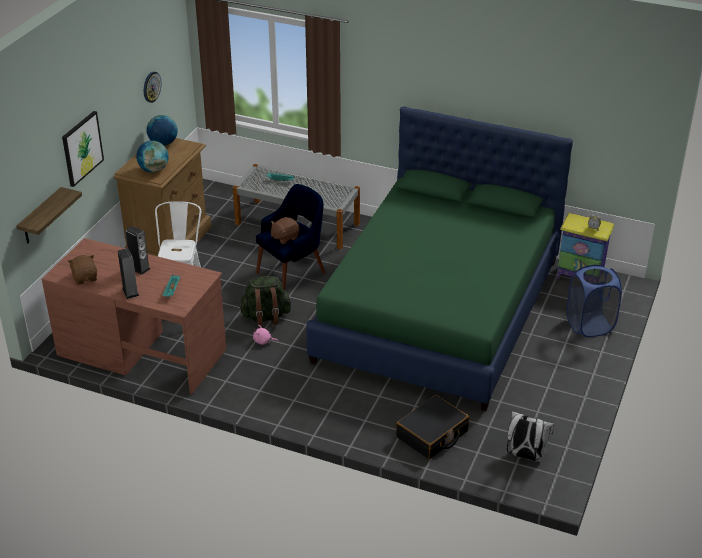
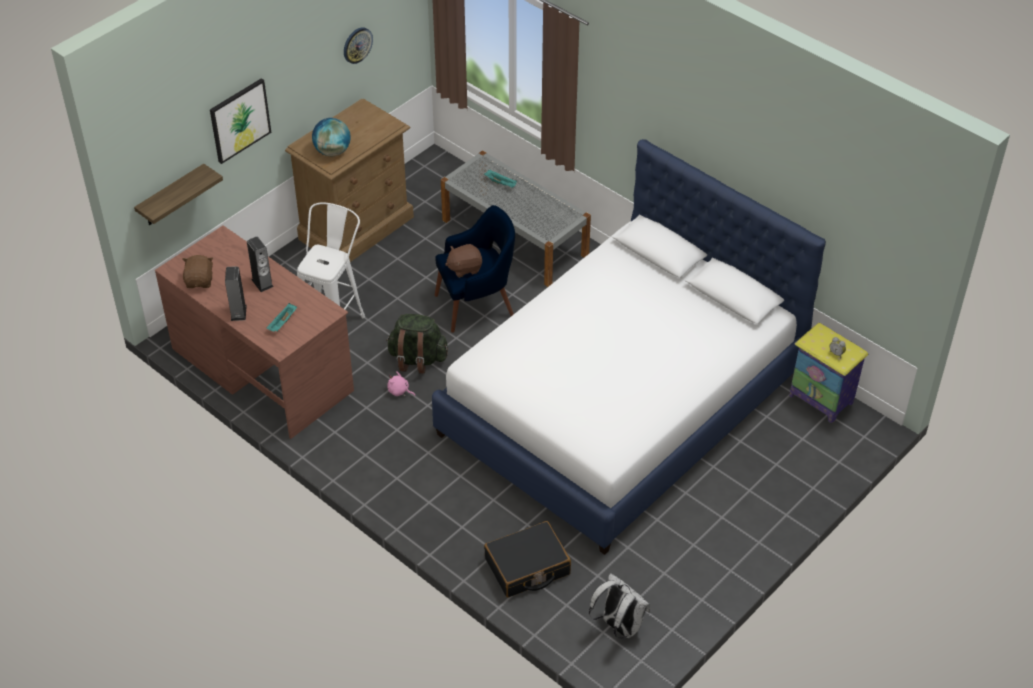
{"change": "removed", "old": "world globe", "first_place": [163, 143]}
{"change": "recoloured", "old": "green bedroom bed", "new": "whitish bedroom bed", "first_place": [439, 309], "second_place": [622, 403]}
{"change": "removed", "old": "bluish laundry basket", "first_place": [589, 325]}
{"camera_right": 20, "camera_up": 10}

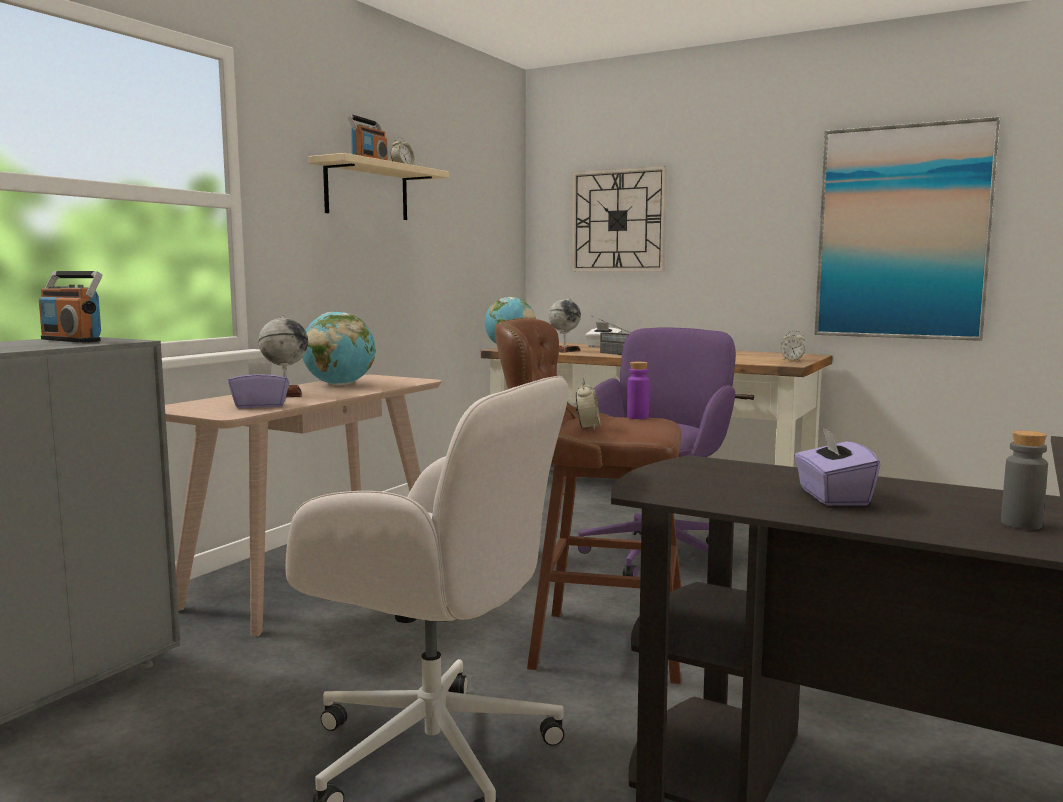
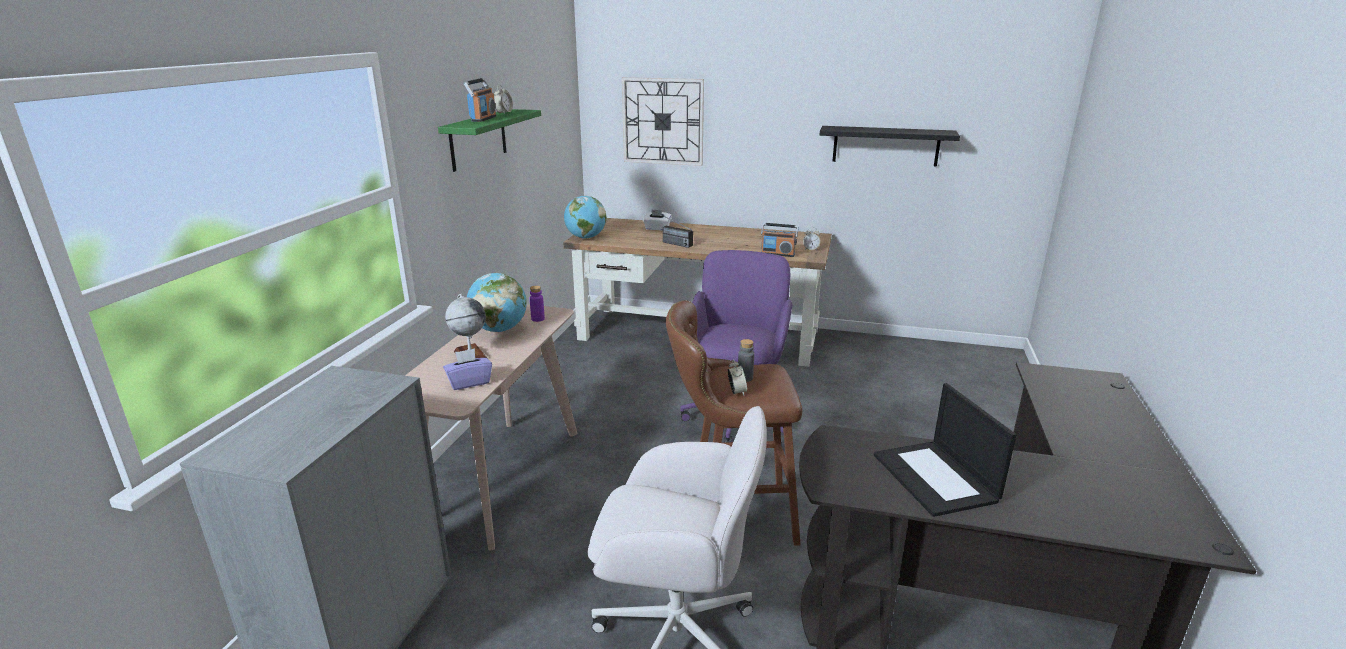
{"change": "moved", "old": "radio set", "first_place": [72, 340], "second_place": [778, 254]}
{"change": "recoloured", "old": "beige wall shelf", "new": "green wall shelf", "first_place": [367, 191], "second_place": [478, 139]}
{"change": "removed", "old": "world globe", "first_place": [564, 350]}
{"change": "moved", "old": "purple beverage bottle", "first_place": [637, 417], "second_place": [538, 319]}
{"change": "replaced", "old": "purple tissue holder", "new": "laptop", "first_place": [832, 497], "second_place": [936, 478]}
{"change": "replaced", "old": "picture", "new": "blackish wall shelf", "first_place": [902, 233], "second_place": [885, 146]}
{"change": "moved", "old": "greyish beverage bottle", "first_place": [1021, 524], "second_place": [745, 378]}
{"camera_right": -15, "camera_up": 15}

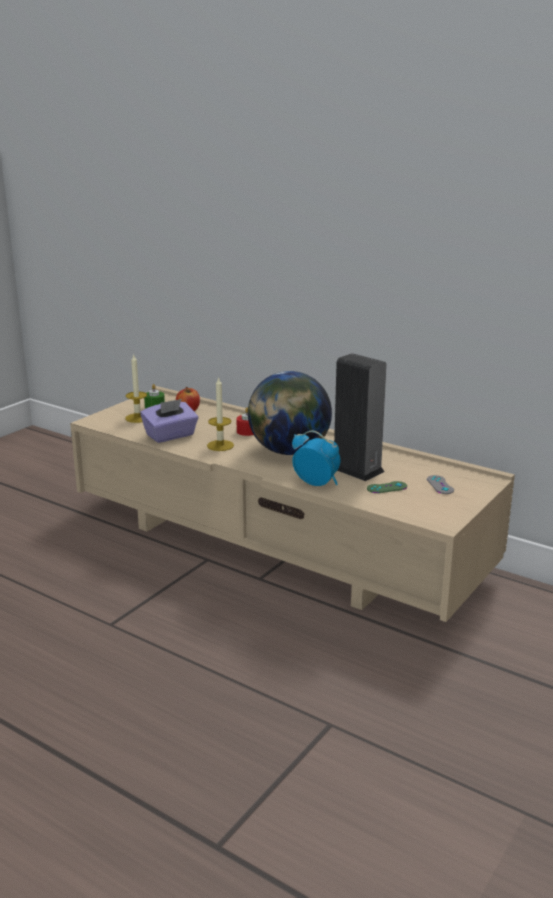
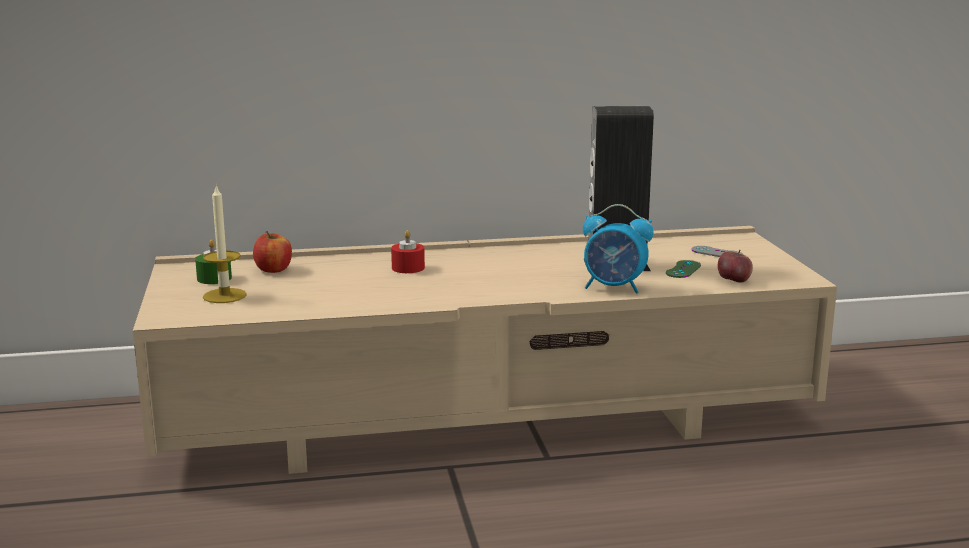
{"change": "removed", "old": "purple tissue holder", "first_place": [170, 436]}
{"change": "removed", "old": "wax light", "first_place": [220, 445]}
{"change": "removed", "old": "world globe", "first_place": [289, 451]}
{"change": "turned", "old": "bedside clock", "first_place": [316, 483], "second_place": [614, 288], "degrees": -150}
{"change": "added", "new": "apple fruit", "second_place": [733, 280]}
{"camera_right": -45, "camera_up": -5}

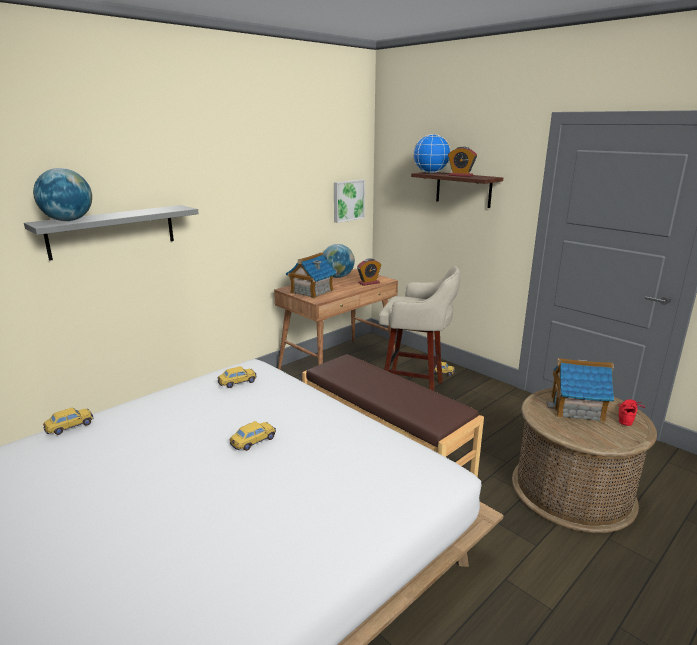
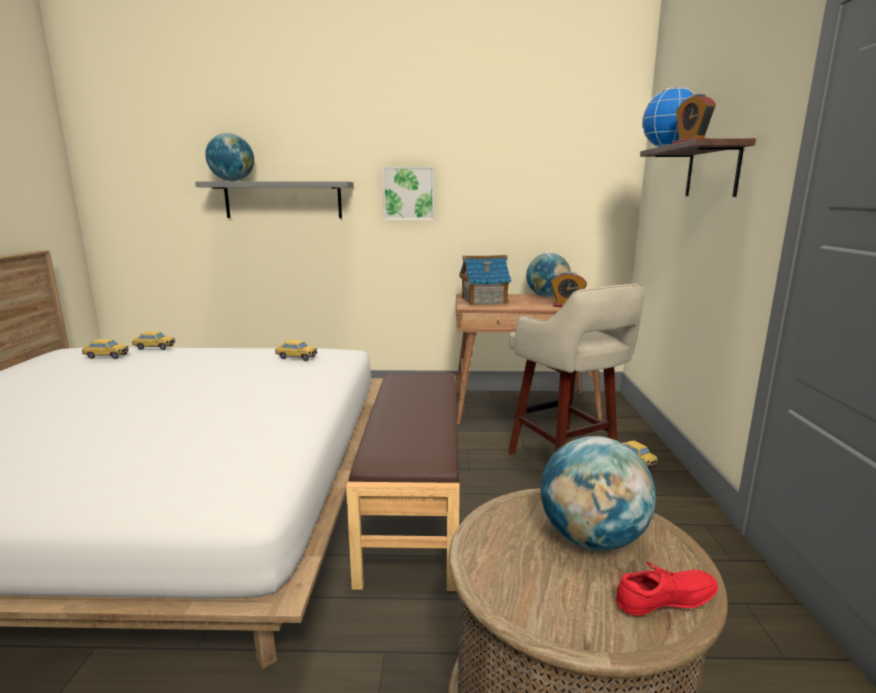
{"change": "moved", "old": "toy car", "first_place": [253, 442], "second_place": [106, 356]}
{"change": "moved", "old": "picture", "first_place": [348, 200], "second_place": [409, 193]}
{"change": "replaced", "old": "miniature house", "new": "world globe", "first_place": [577, 408], "second_place": [591, 539]}
{"camera_right": 45, "camera_up": -5}

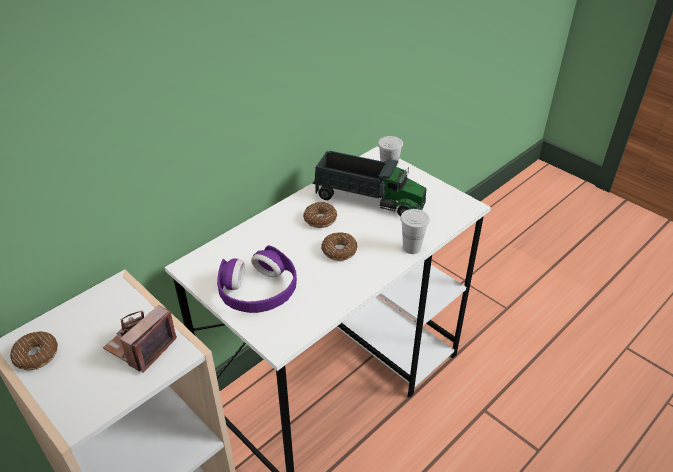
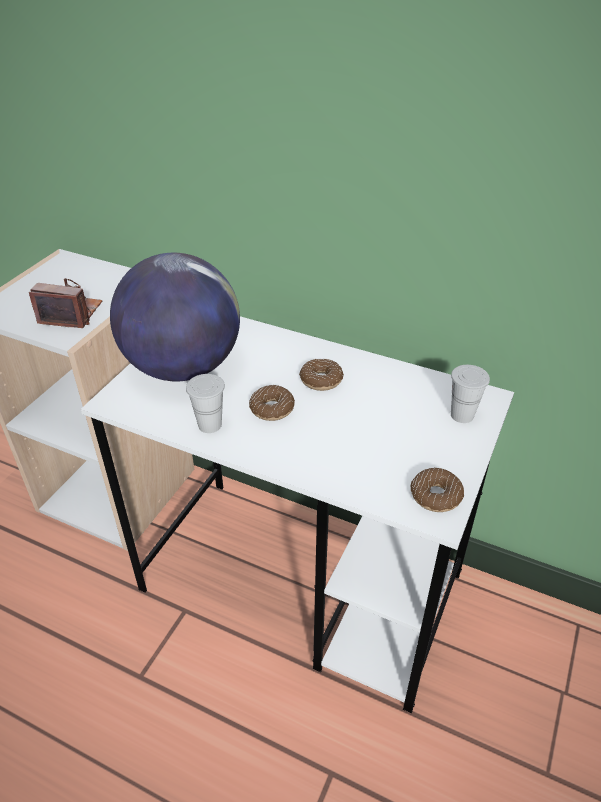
{"change": "moved", "old": "donut", "first_place": [36, 355], "second_place": [436, 495]}
{"change": "replaced", "old": "purple headphones", "new": "world globe", "first_place": [258, 290], "second_place": [183, 367]}
{"change": "removed", "old": "toy lorry", "first_place": [368, 199]}
{"change": "moved", "old": "whitish small cup", "first_place": [411, 248], "second_place": [210, 425]}
{"camera_right": 70, "camera_up": 0}

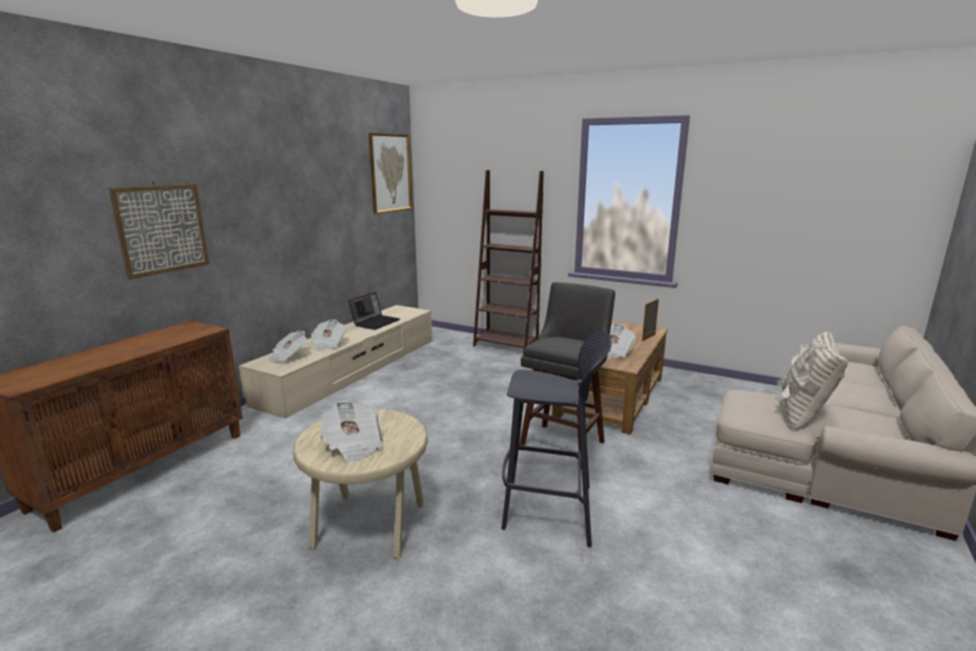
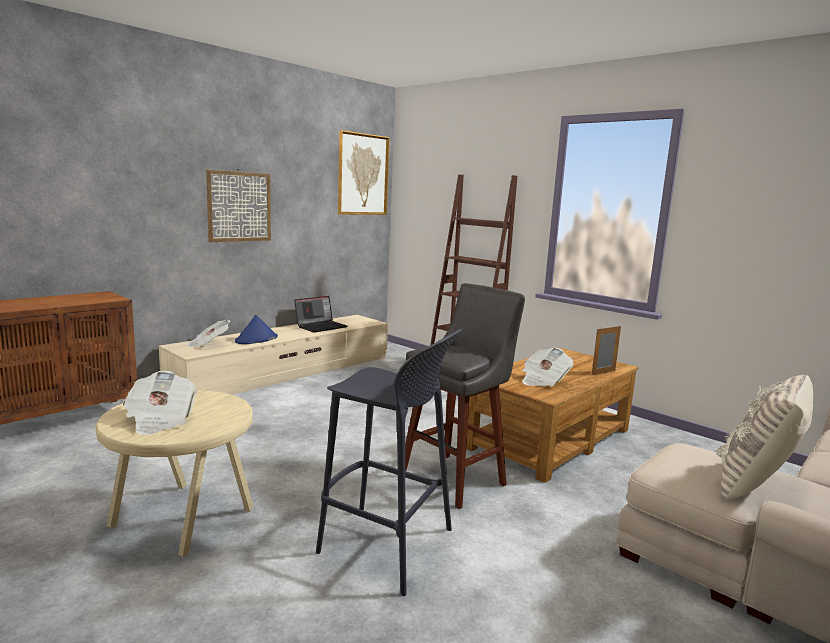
{"change": "moved", "old": "picture", "first_place": [162, 227], "second_place": [239, 205]}
{"change": "replaced", "old": "daily paper", "new": "bluish hat", "first_place": [328, 345], "second_place": [256, 339]}
{"camera_right": 15, "camera_up": -5}

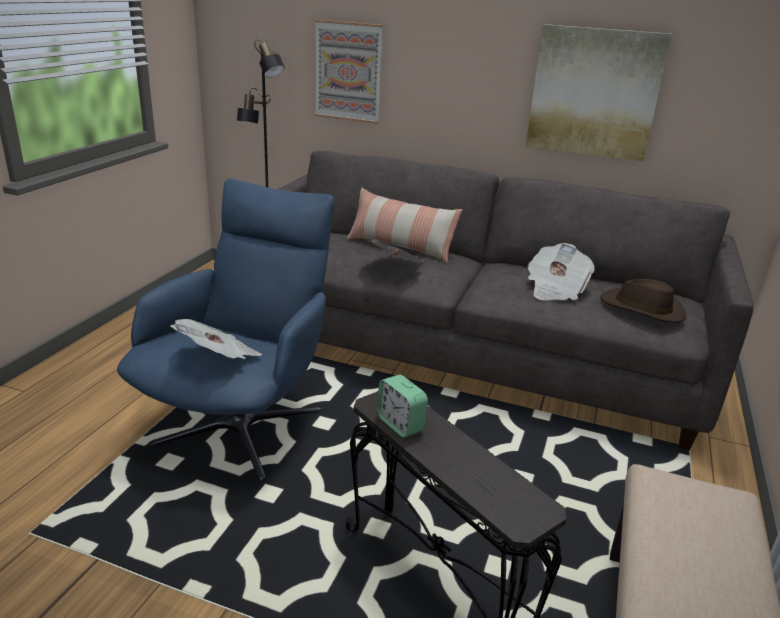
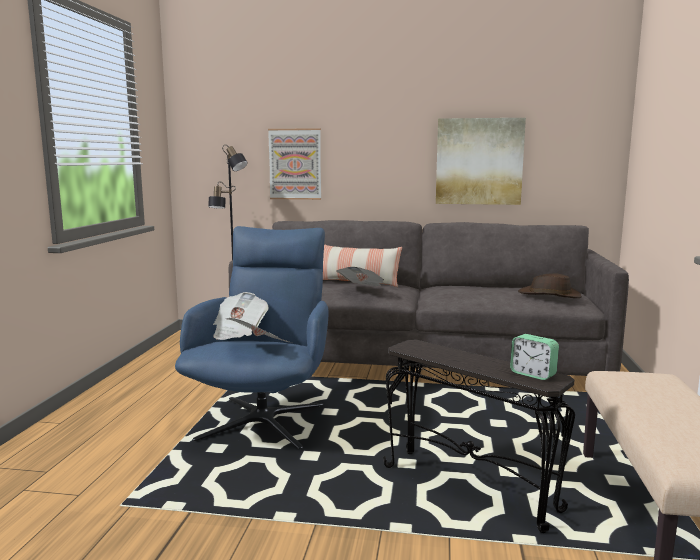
{"change": "moved", "old": "bedside clock", "first_place": [400, 424], "second_place": [533, 374]}
{"change": "moved", "old": "daily paper", "first_place": [555, 289], "second_place": [238, 331]}
{"camera_right": -10, "camera_up": -15}

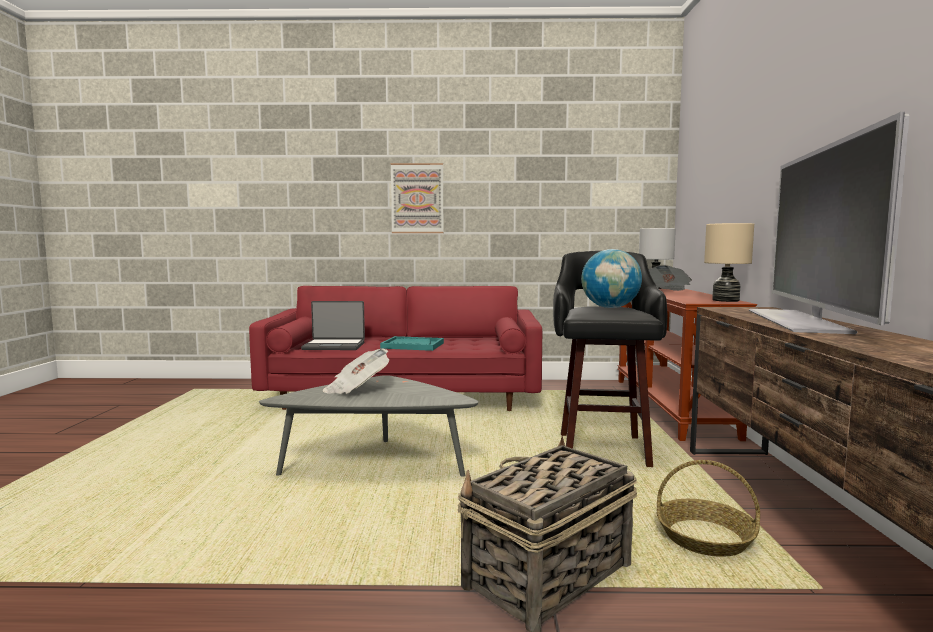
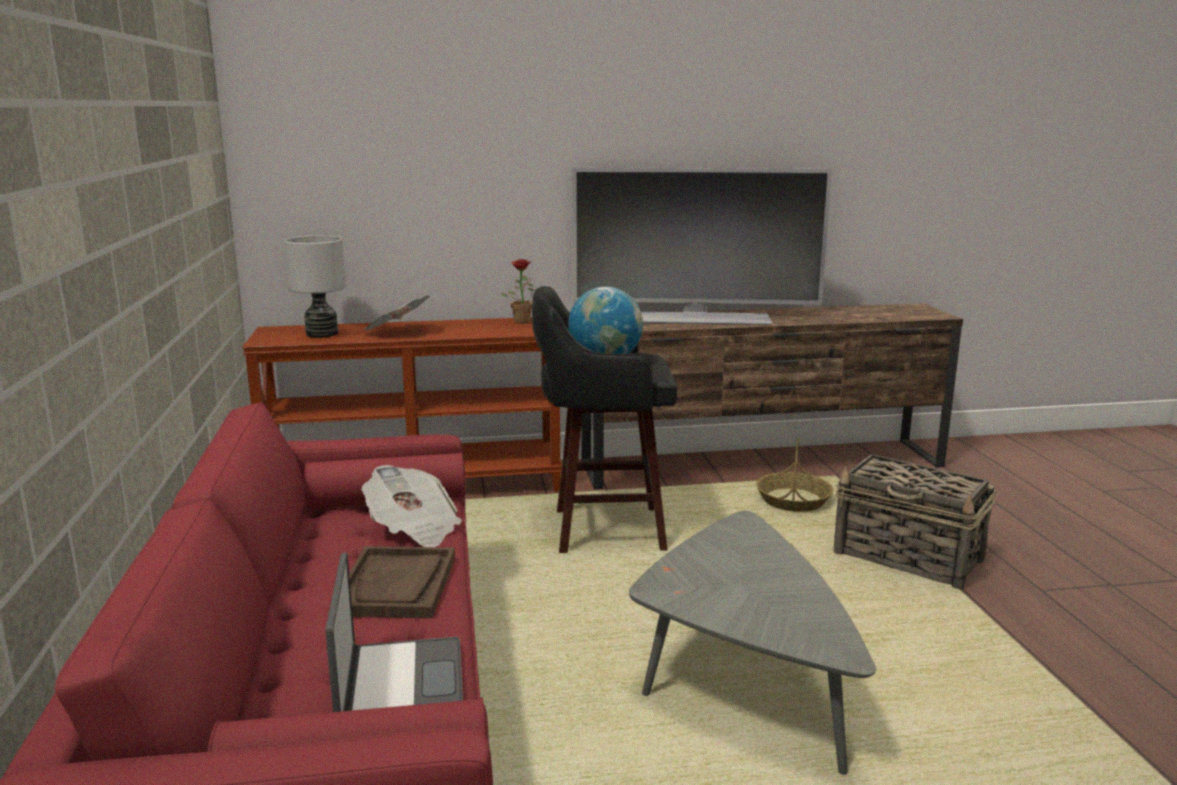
{"change": "moved", "old": "daily paper", "first_place": [356, 389], "second_place": [414, 529]}
{"change": "recoloured", "old": "turquoise-coloured carrying tray", "new": "brownish carrying tray", "first_place": [412, 345], "second_place": [397, 585]}
{"change": "removed", "old": "picture", "first_place": [417, 198]}
{"change": "replaced", "old": "beige table lamp", "new": "potted plant", "first_place": [725, 300], "second_place": [521, 321]}
{"camera_right": -100, "camera_up": 10}

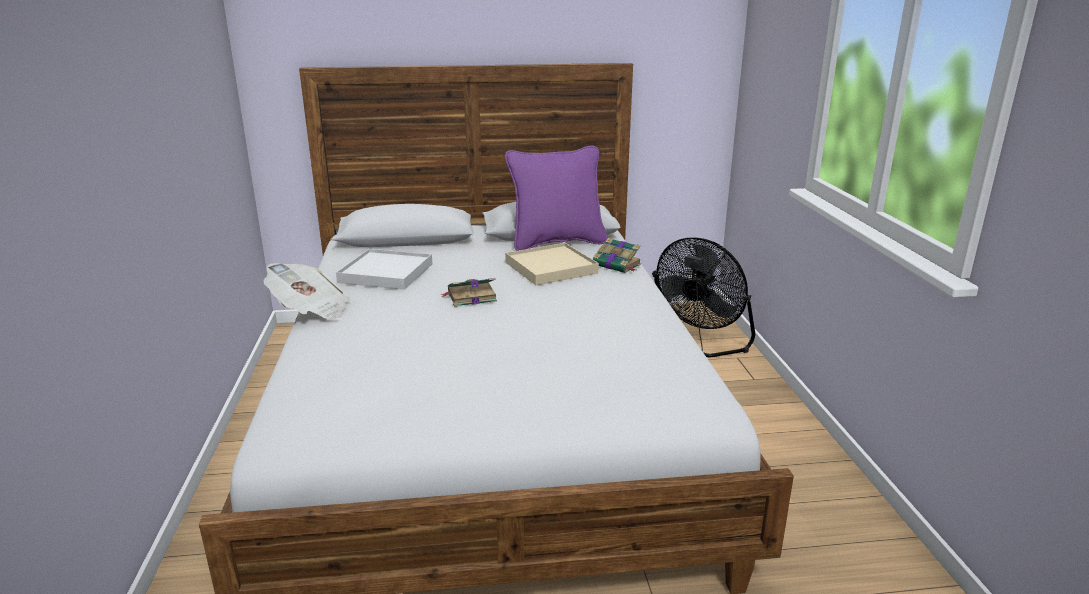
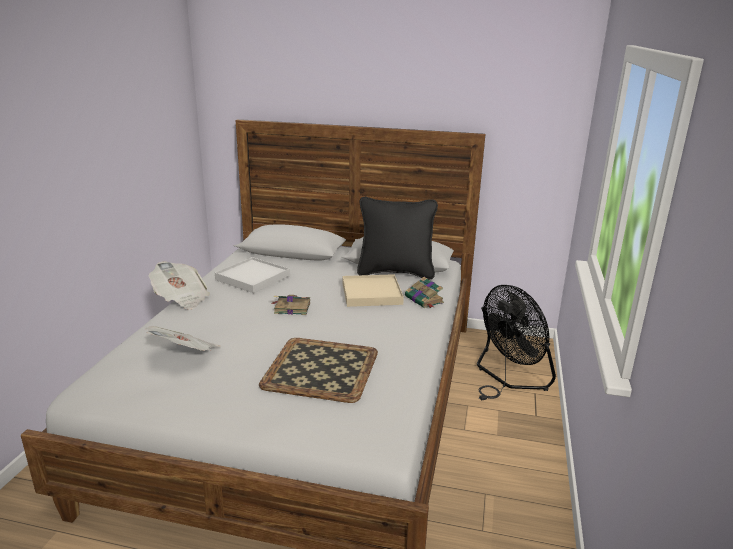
{"change": "recoloured", "old": "purple pillow", "new": "blackish pillow", "first_place": [556, 242], "second_place": [395, 272]}
{"change": "added", "new": "daily paper", "second_place": [186, 355]}
{"change": "added", "new": "carrying tray", "second_place": [321, 370]}
{"camera_right": 20, "camera_up": 0}

